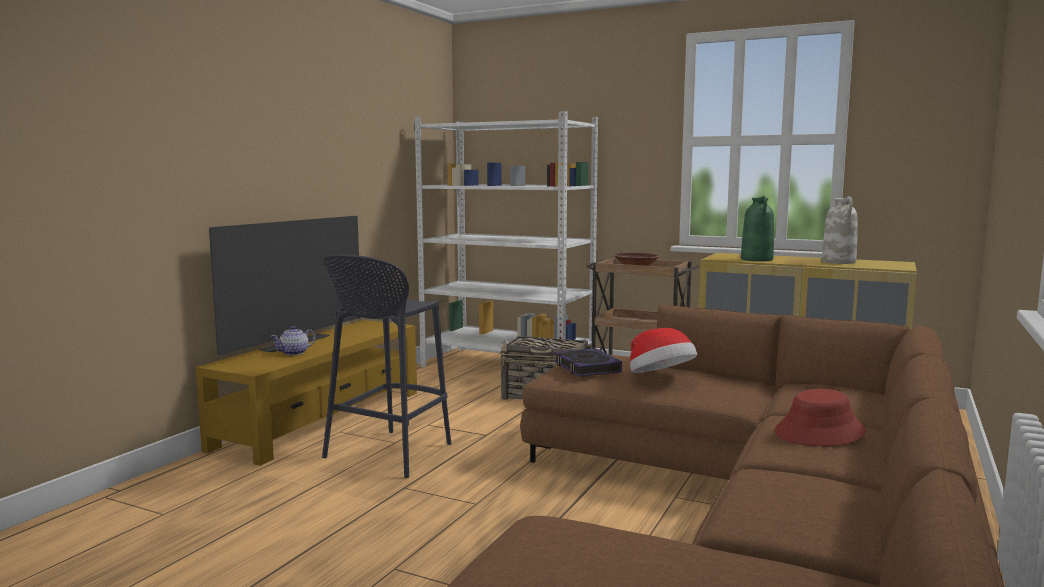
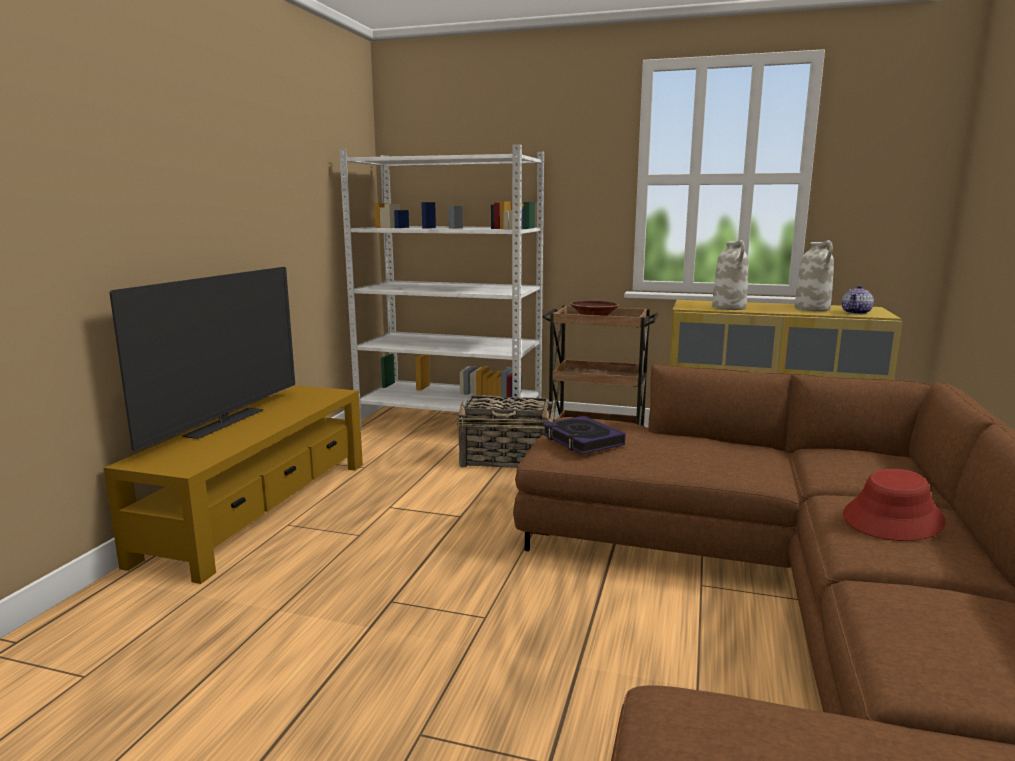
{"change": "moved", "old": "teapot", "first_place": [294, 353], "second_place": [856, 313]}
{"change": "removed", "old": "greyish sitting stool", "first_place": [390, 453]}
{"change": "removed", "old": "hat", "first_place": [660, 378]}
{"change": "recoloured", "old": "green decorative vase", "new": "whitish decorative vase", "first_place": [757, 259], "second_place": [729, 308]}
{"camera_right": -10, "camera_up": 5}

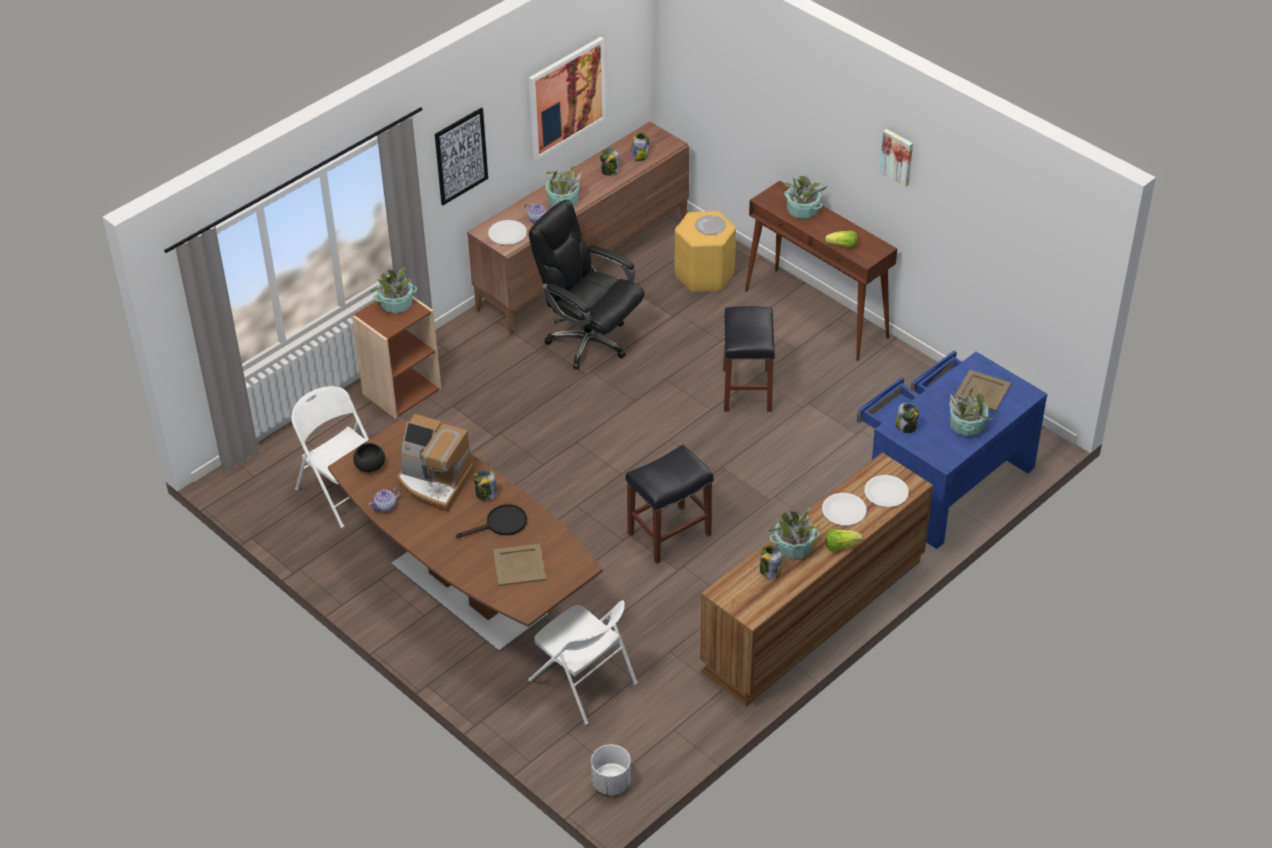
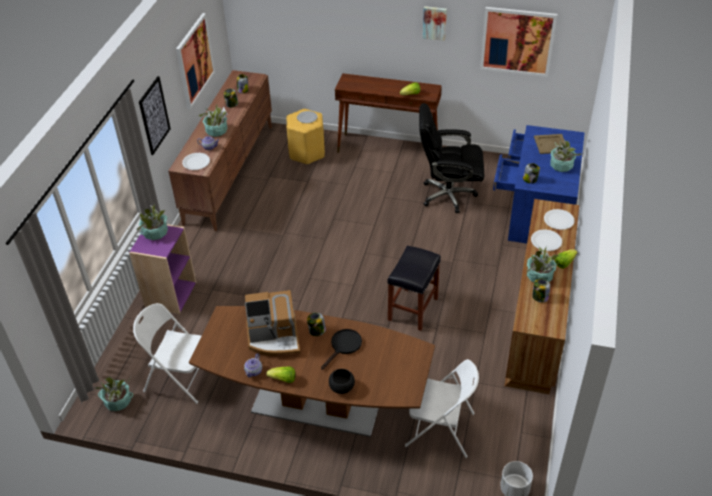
{"change": "recoloured", "old": "brownish bookshelf", "new": "purple bookshelf", "first_place": [402, 390], "second_place": [170, 294]}
{"change": "moved", "old": "blackish serving bowl", "first_place": [370, 466], "second_place": [342, 387]}
{"change": "removed", "old": "beige carrying tray", "first_place": [519, 565]}
{"change": "moved", "old": "blackish office chair", "first_place": [590, 342], "second_place": [449, 195]}
{"change": "removed", "old": "blackish sitting stool", "first_place": [747, 390]}
{"change": "moved", "old": "potted plant", "first_place": [802, 210], "second_place": [118, 401]}
{"change": "added", "new": "lettuce", "second_place": [283, 379]}
{"change": "added", "new": "picture", "second_place": [517, 41]}
{"camera_right": -30, "camera_up": 0}

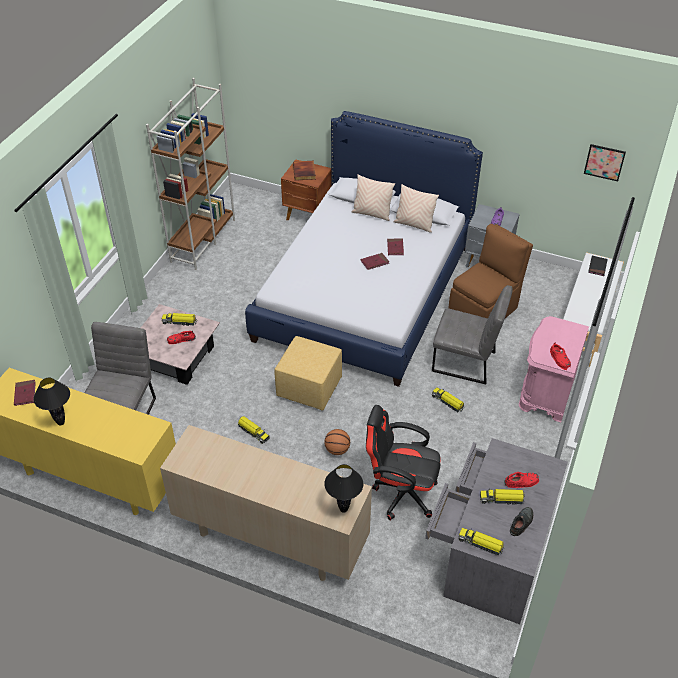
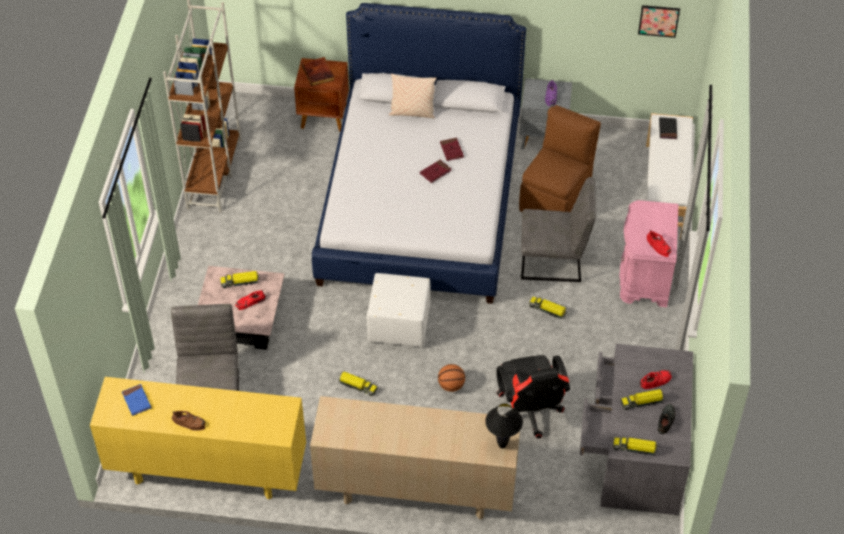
{"change": "recoloured", "old": "red book", "new": "bluish book", "first_place": [25, 394], "second_place": [136, 401]}
{"change": "replaced", "old": "blackish table lamp", "new": "brownish low shoe", "first_place": [61, 422], "second_place": [189, 422]}
{"change": "recoloured", "old": "yellow ottoman", "new": "whitish ottoman", "first_place": [310, 387], "second_place": [399, 324]}
{"change": "turned", "old": "blackish office chair", "first_place": [400, 492], "second_place": [528, 415], "degrees": -105}
{"change": "removed", "old": "beige pillow", "first_place": [414, 224]}
{"camera_right": -15, "camera_up": 5}

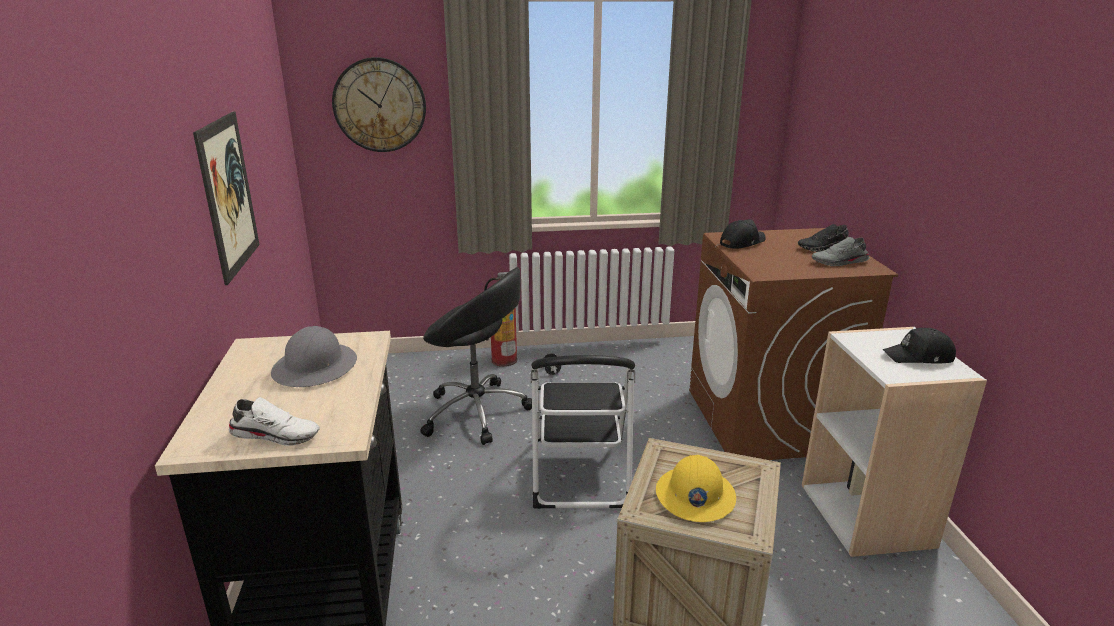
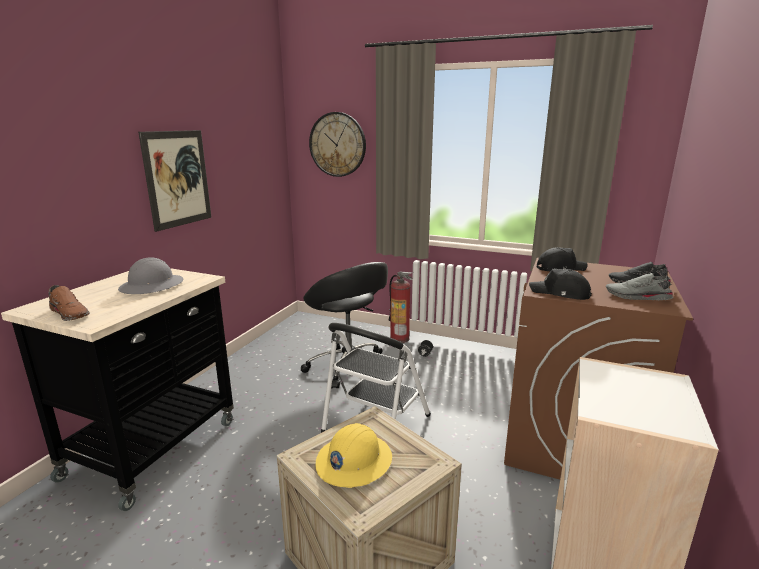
{"change": "recoloured", "old": "whitish low shoe", "new": "brownish low shoe", "first_place": [277, 434], "second_place": [71, 313]}
{"change": "moved", "old": "blackish cap", "first_place": [919, 357], "second_place": [560, 293]}
{"camera_right": 30, "camera_up": -5}

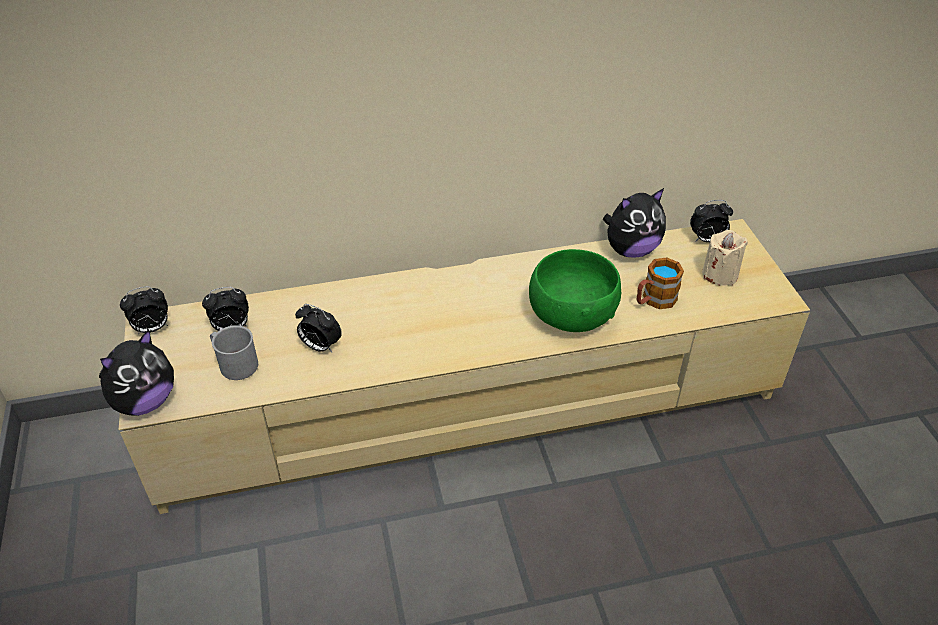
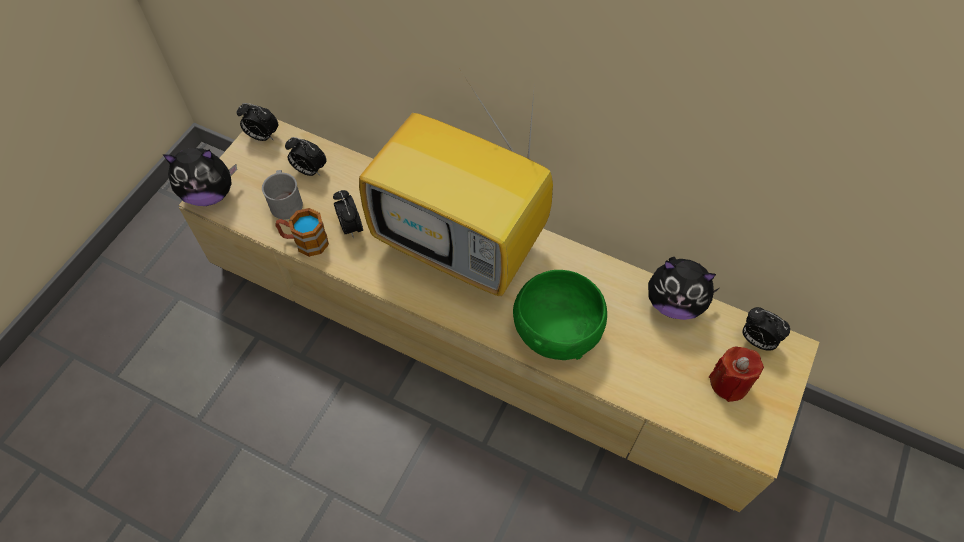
{"change": "moved", "old": "coffee mug", "first_place": [654, 300], "second_place": [305, 242]}
{"change": "recoloured", "old": "beige wax light", "new": "red wax light", "first_place": [720, 274], "second_place": [729, 383]}
{"change": "added", "new": "TV set", "second_place": [463, 244]}
{"camera_right": 40, "camera_up": 15}

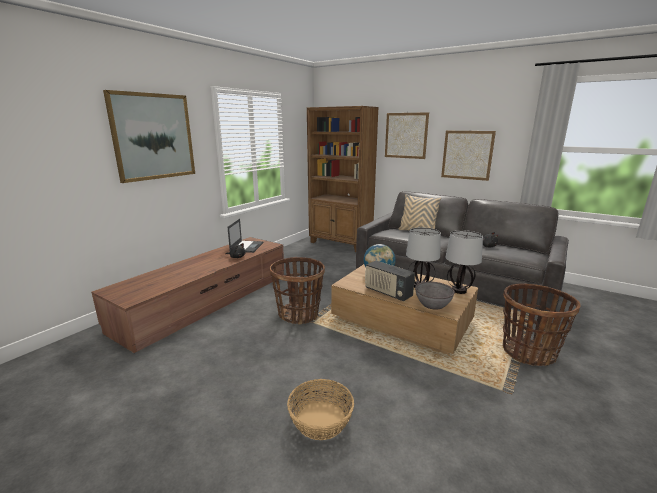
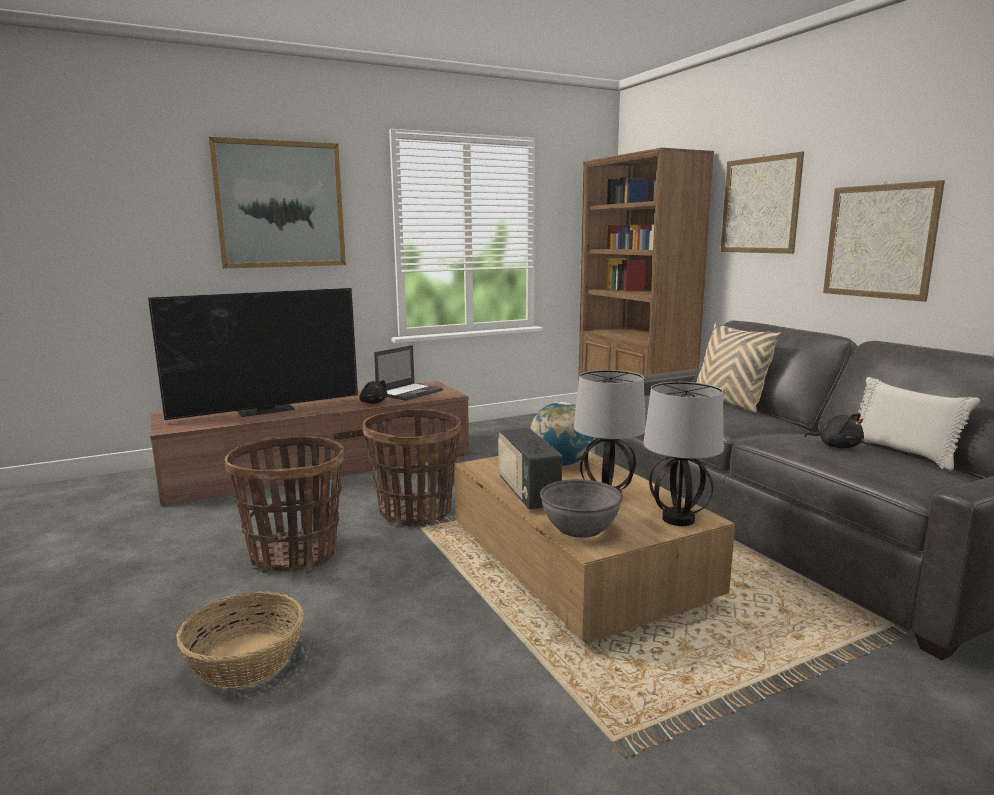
{"change": "moved", "old": "basket", "first_place": [528, 352], "second_place": [294, 554]}
{"change": "added", "new": "TV set", "second_place": [267, 410]}
{"change": "added", "new": "whitish pillow", "second_place": [901, 453]}
{"camera_right": 30, "camera_up": -5}

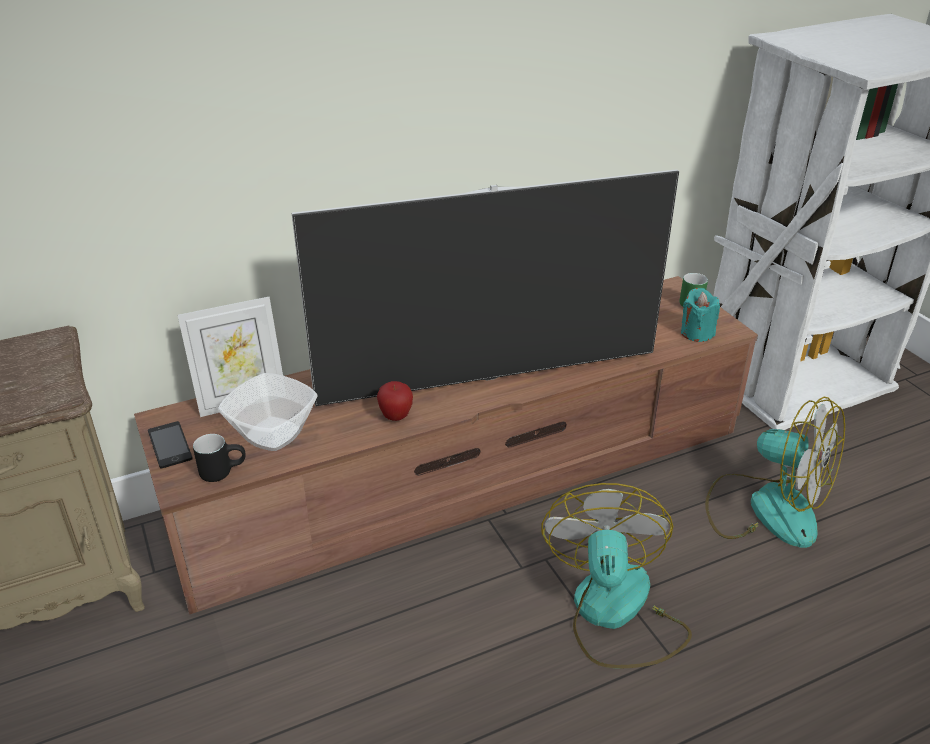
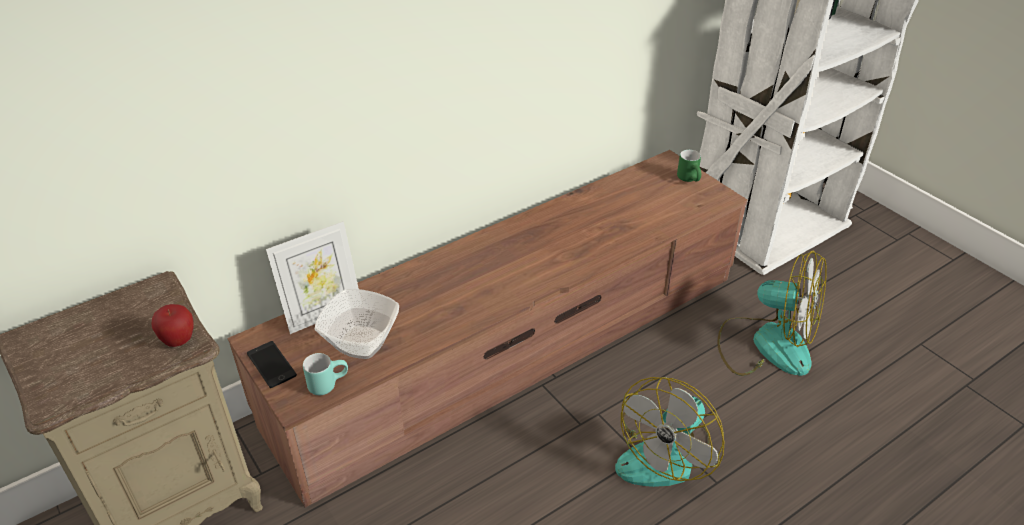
{"change": "recoloured", "old": "blackish coffee mug", "new": "turquoise-coloured coffee mug", "first_place": [223, 471], "second_place": [328, 383]}
{"change": "removed", "old": "TV set", "first_place": [489, 377]}
{"change": "moved", "old": "apple fruit", "first_place": [396, 417], "second_place": [179, 341]}
{"change": "turned", "old": "fan", "first_place": [614, 613], "second_place": [665, 453], "degrees": -135}
{"change": "removed", "old": "turquoise-coloured wax light", "first_place": [696, 333]}
{"camera_right": -10, "camera_up": 5}

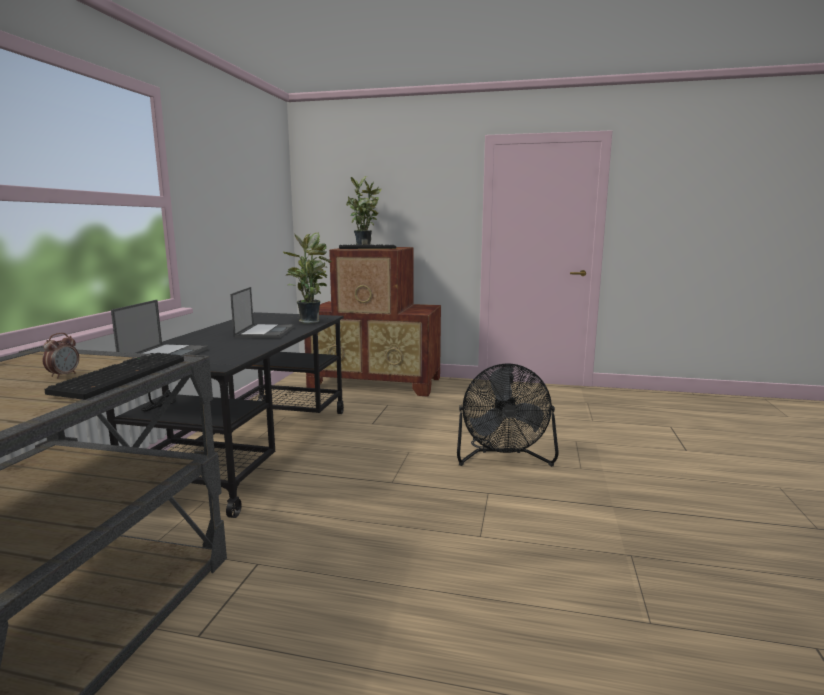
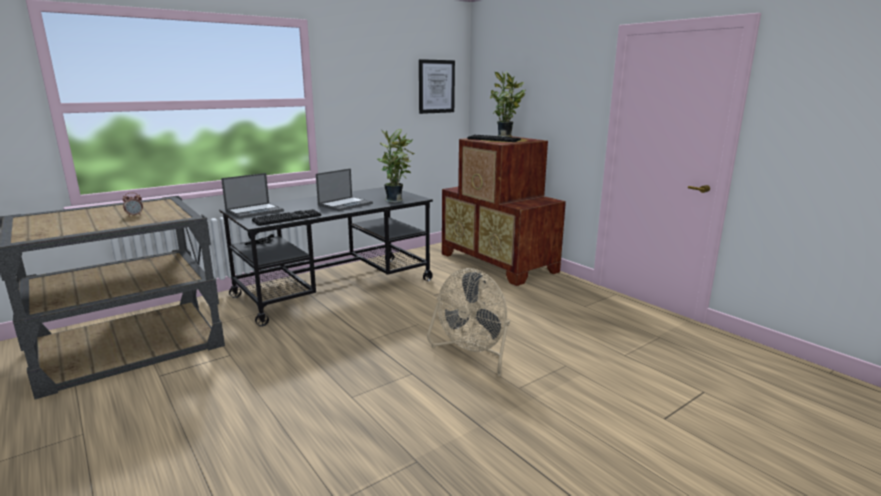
{"change": "moved", "old": "computer keyboard", "first_place": [121, 376], "second_place": [287, 218]}
{"change": "recoloured", "old": "blackish fan", "new": "beige fan", "first_place": [499, 457], "second_place": [472, 353]}
{"change": "added", "new": "picture", "second_place": [436, 86]}
{"camera_right": 40, "camera_up": 5}

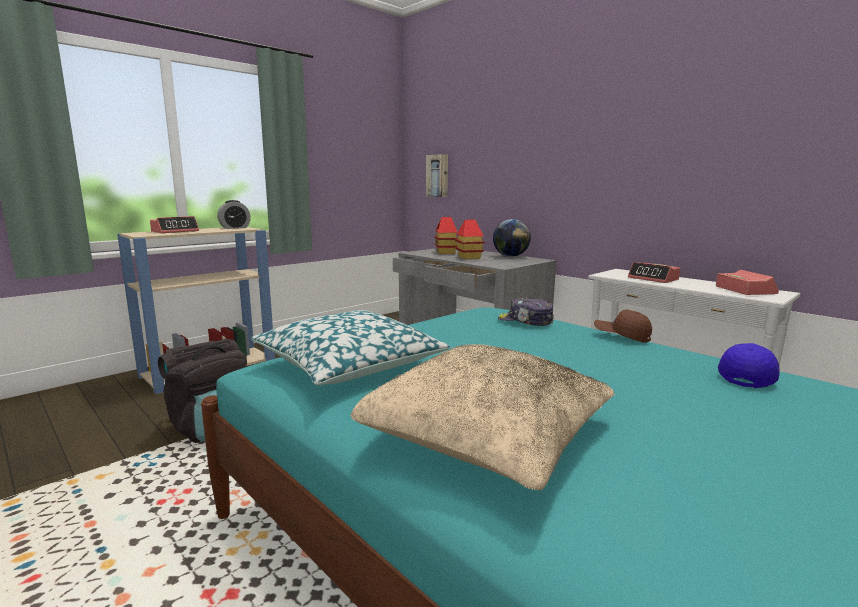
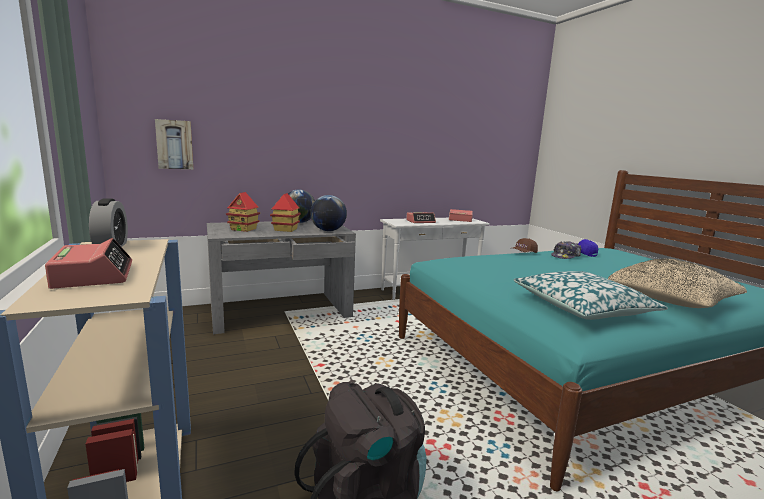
{"change": "moved", "old": "cap", "first_place": [525, 321], "second_place": [565, 256]}
{"change": "added", "new": "world globe", "second_place": [328, 230]}
{"camera_right": -70, "camera_up": 0}

